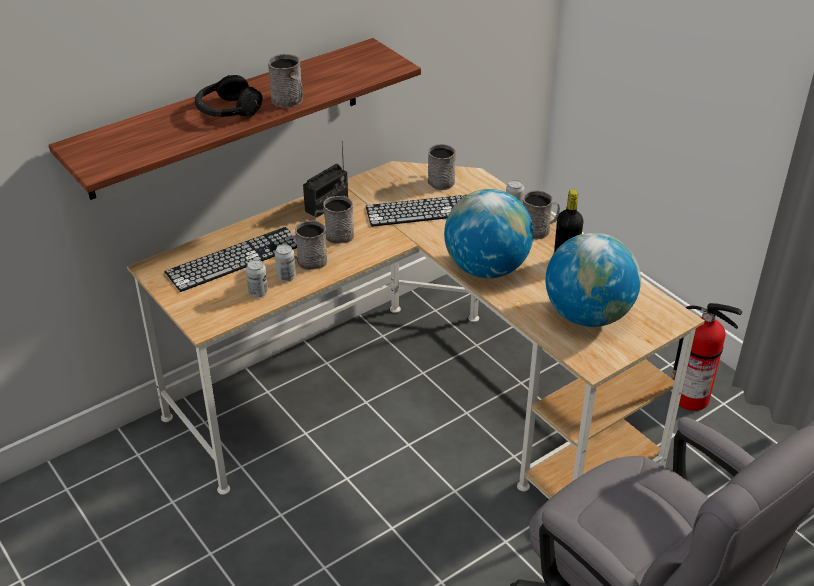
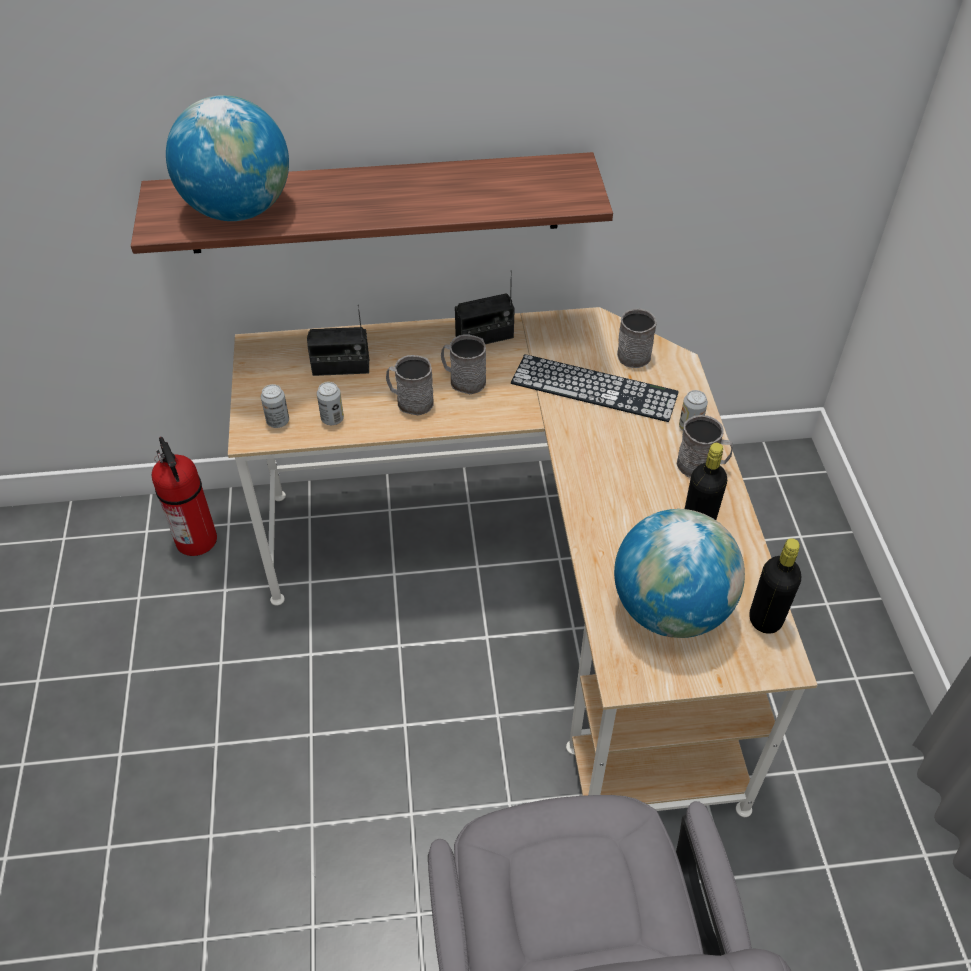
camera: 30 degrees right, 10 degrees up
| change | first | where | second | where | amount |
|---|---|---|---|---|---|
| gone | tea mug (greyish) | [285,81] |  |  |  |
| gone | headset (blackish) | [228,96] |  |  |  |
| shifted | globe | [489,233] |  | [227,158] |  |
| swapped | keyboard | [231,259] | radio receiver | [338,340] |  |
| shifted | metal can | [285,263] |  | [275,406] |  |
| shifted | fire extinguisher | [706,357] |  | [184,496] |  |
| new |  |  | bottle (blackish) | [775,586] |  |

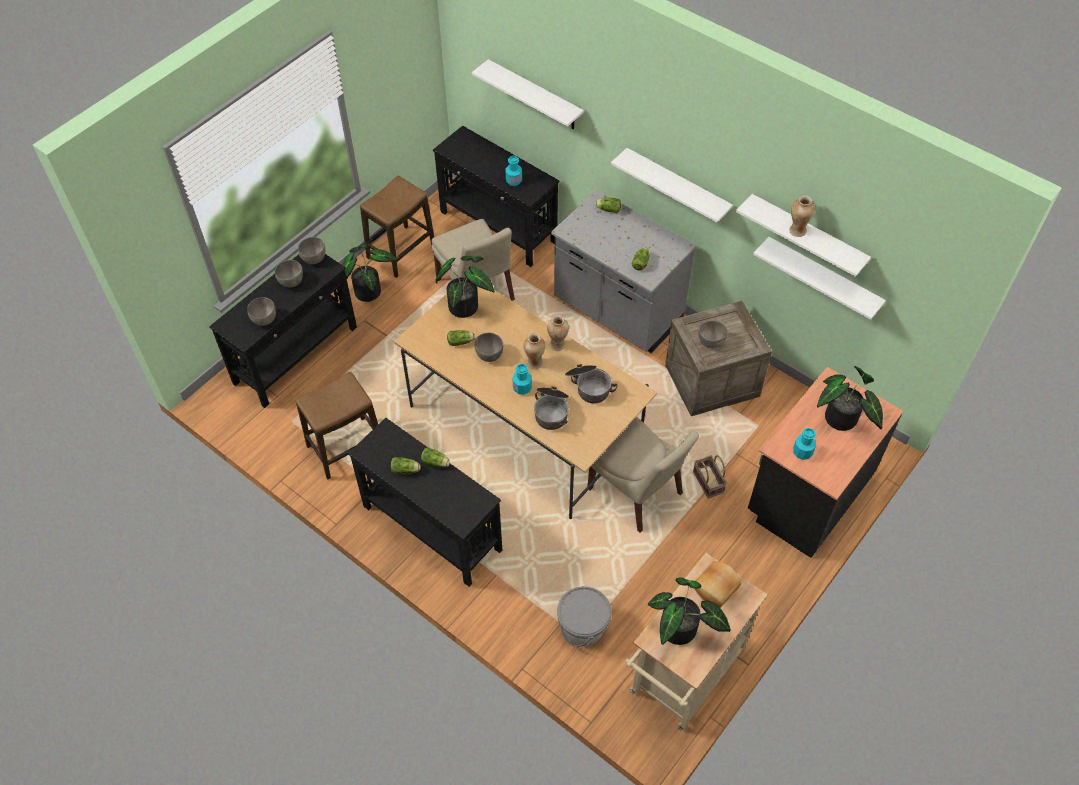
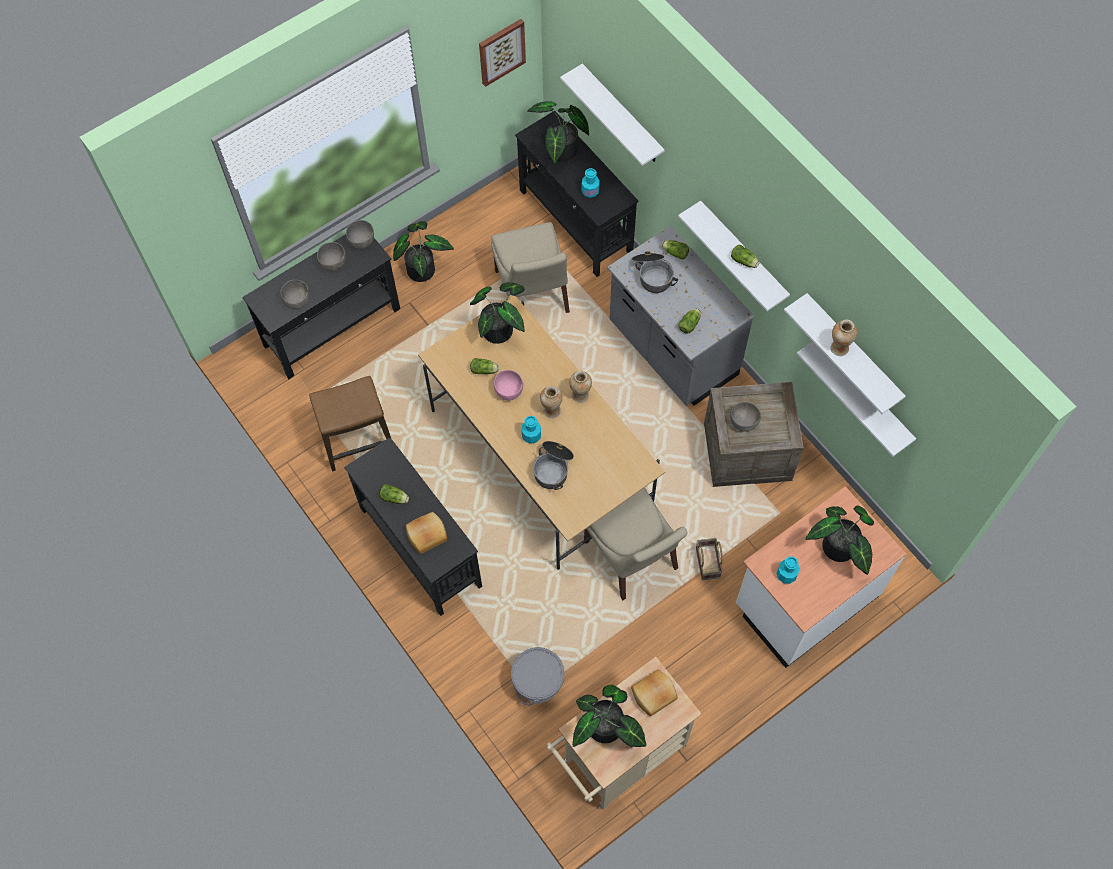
camera: 15 degrees right, 10 degrees up
| change | first | where | second | where | amount |
|---|---|---|---|---|---|
| gone | stool seat | [397,227] |  |  |  |
| repainted | deep dish (greyish) | [489,347] | deep dish (pink) | [508,385] |  |
| shifted | cooking pot | [591,383] |  | [655,272] |  |
| repainted | kitchen counter (blackish) | [825,462] | kitchen counter (white-coloured) | [821,577] |  |
| shifted | lettuce head | [435,457] |  | [745,256] |  |
| new |  |  | picture | [502,53] |  |
| new |  |  | houseplant | [558,133] |  |
| new |  |  | baked bread | [426,533] |  |

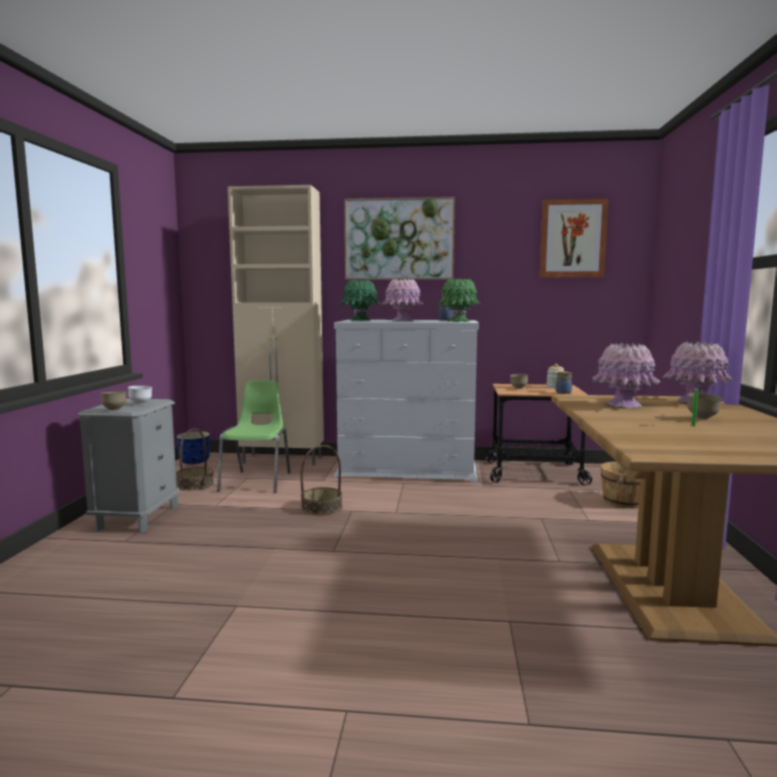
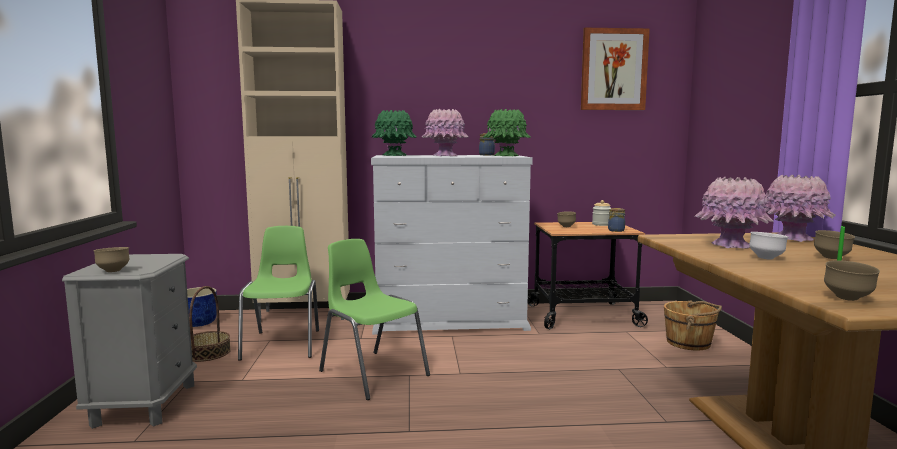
camera: 10 degrees left, 0 degrees up
| change | first | where | second | where | amount |
|---|---|---|---|---|---|
| gone | picture | [399,238] |  |  |  |
| shifted | deep dish (white-coloured) | [140,395] |  | [768,246] |  |
| swapped | basket | [321,480] | upright chair (green-coloured) | [374,319] |  |
| new |  |  | deep dish (brownish) | [852,280] |  |

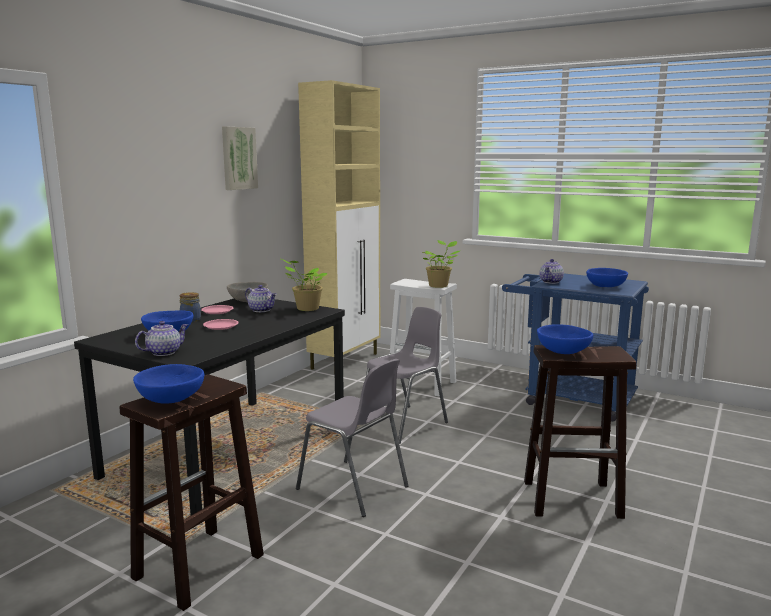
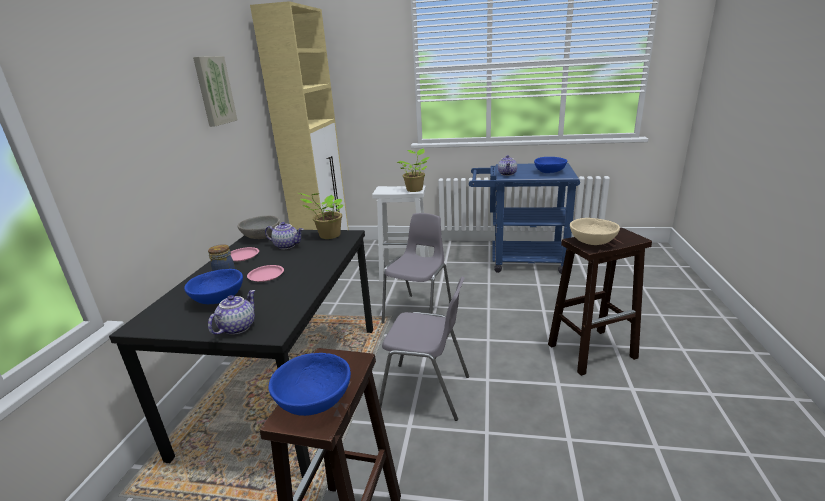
camera: 20 degrees left, 10 degrees up
| change | first | where | second | where | amount |
|---|---|---|---|---|---|
| repainted | deep dish (bluish) | [565,339] | deep dish (sand-coloured) | [595,231] |  |

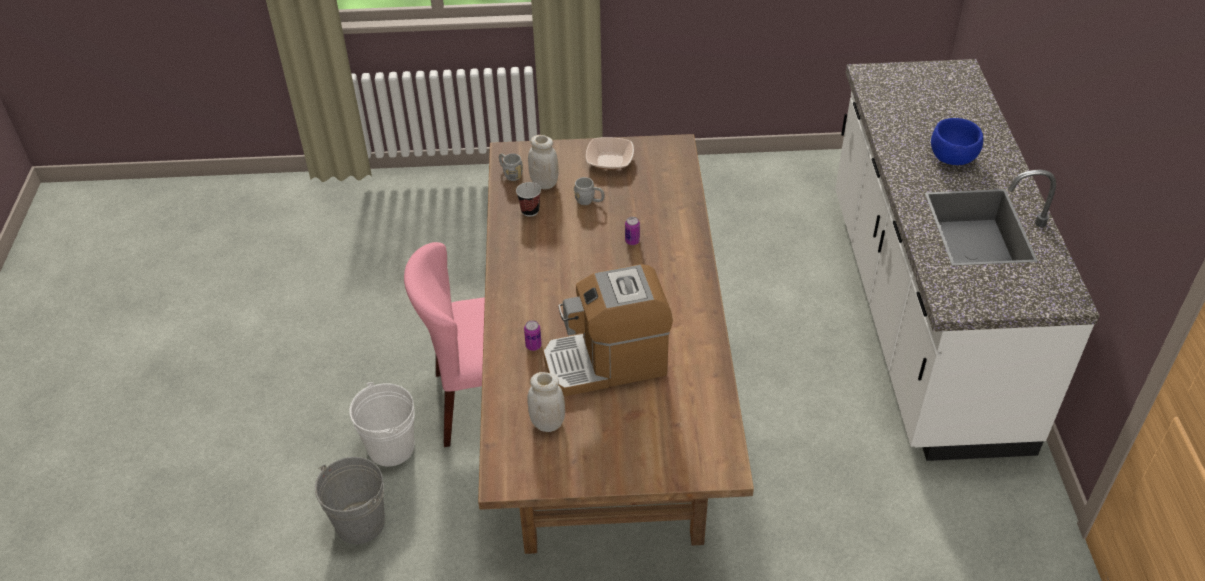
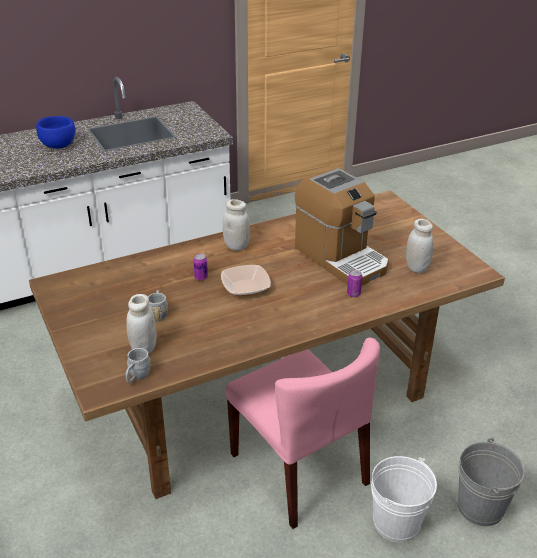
camera: 115 degrees left, 10 degrees down
| change | first | where | second | where | amount |
|---|---|---|---|---|---|
| shifted | deep dish | [610,153] |  | [246,280] |  |
| gone | drinking cup | [528,199] |  |  |  |
| new |  |  | jar (white-coloured) | [236,225] |  |

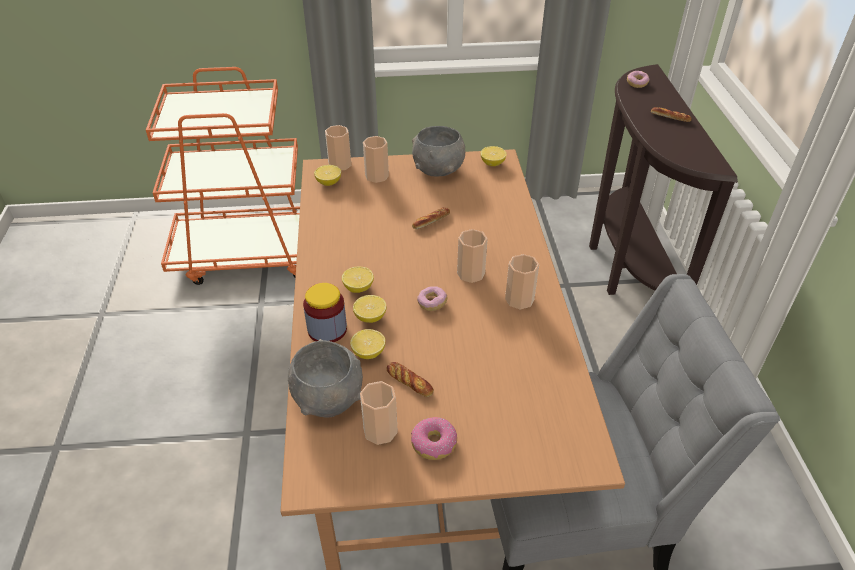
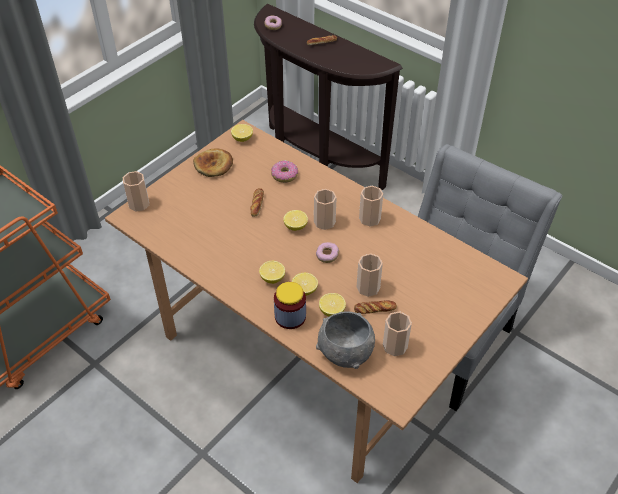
camera: 45 degrees left, 5 degrees up
| change | first | where | second | where | amount |
|---|---|---|---|---|---|
| swapped | deep dish (greyish) | [438,151] | baked bread | [213,162] |  |
| shifted | drinking cup | [376,159] |  | [370,275] |  |
| shifted | whole lemon | [327,175] |  | [295,220] |  |
| shifted | doughnut | [434,438] |  | [284,171] |  |

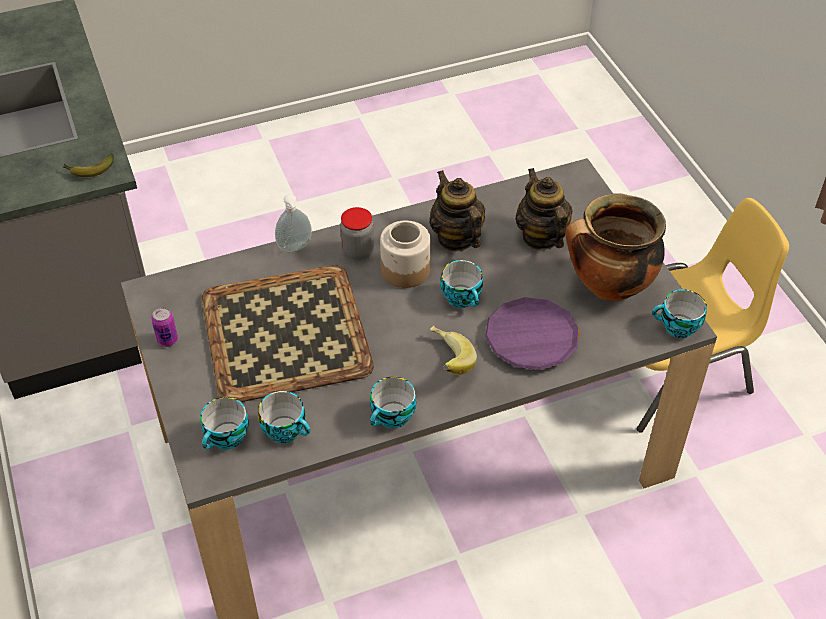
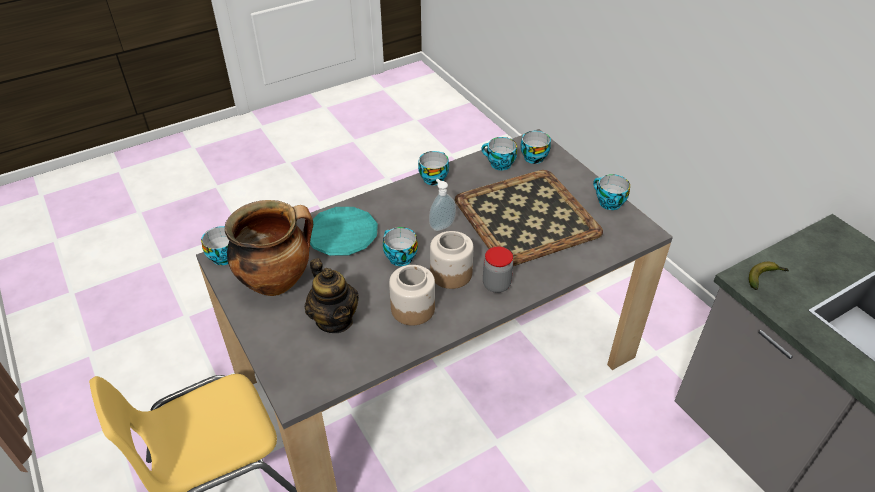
camera: 170 degrees right, 5 degrees down
| change | first | where | second | where | amount |
|---|---|---|---|---|---|
| swapped | teapot | [457,210] | jar | [412,295] |  |
| shifted | soap bottle | [293,223] |  | [442,205] |  |
| repainted | plate (purple-coloured) | [532,333] | plate (turquoise-coloured) | [344,231] |  |
| swapped | metal can | [164,327] | drinking cup | [611,192] |  |
| gone | whole banana | [453,350] |  |  |  |

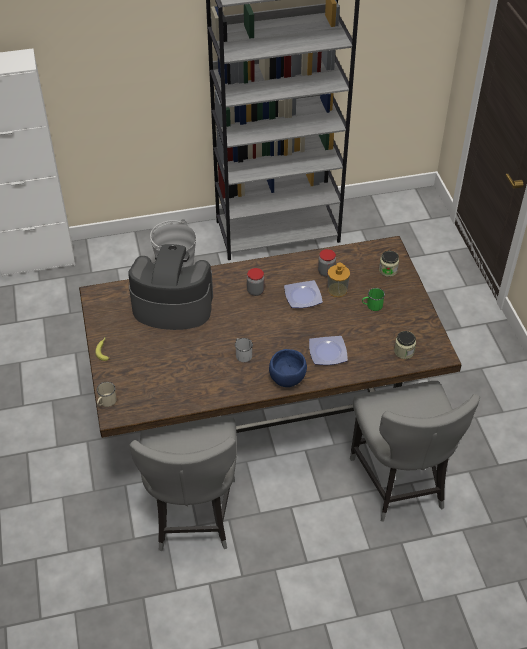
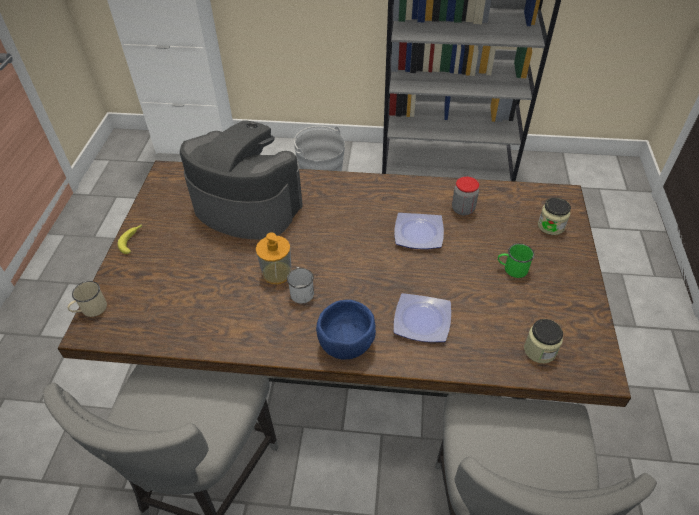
camera: 20 degrees right, 0 degrees up
| change | first | where | second | where | amount |
|---|---|---|---|---|---|
| shifted | soap bottle | [339,279] |  | [273,258] |  |
| gone | jar | [256,282] |  |  |  |

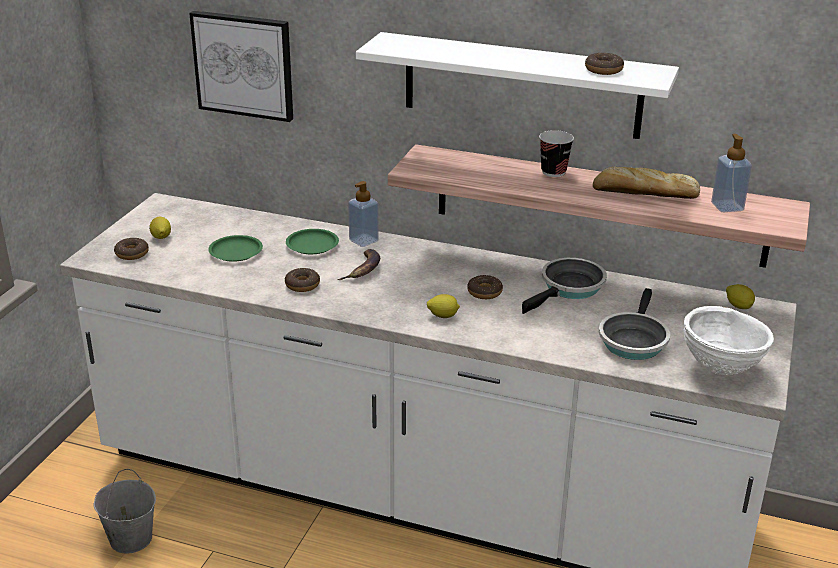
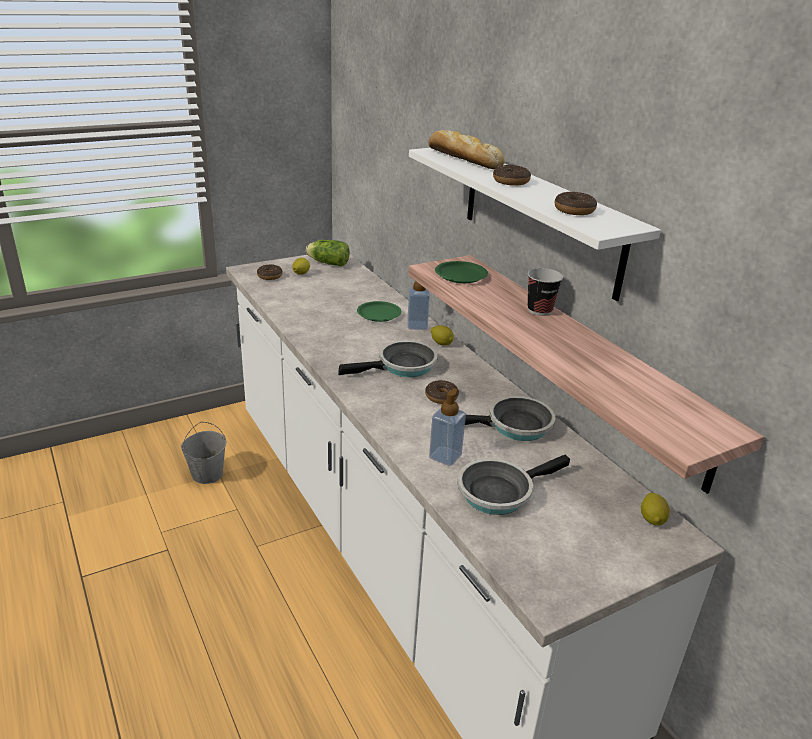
camera: 40 degrees right, 0 degrees up
| change | first | where | second | where | amount |
|---|---|---|---|---|---|
| gone | picture | [241,66] |  |  |  |
| shifted | soap bottle | [731,173] |  | [447,427] |  |
| shifted | baked bread | [646,183] |  | [466,149] |  |
| shifted | plate (green-coloured) | [235,248] |  | [461,272] |  |
| gone | whole banana | [359,264] |  |  |  |
| shifted | doughnut | [302,280] |  | [512,175] |  |
| shifted | whole lemon | [443,306] |  | [442,335] |  |
| gone | deep dish (white-coloured) | [729,340] |  |  |  |
| new |  |  | lettuce head | [328,253] |  |
| new |  |  | skillet | [387,358] |  |

